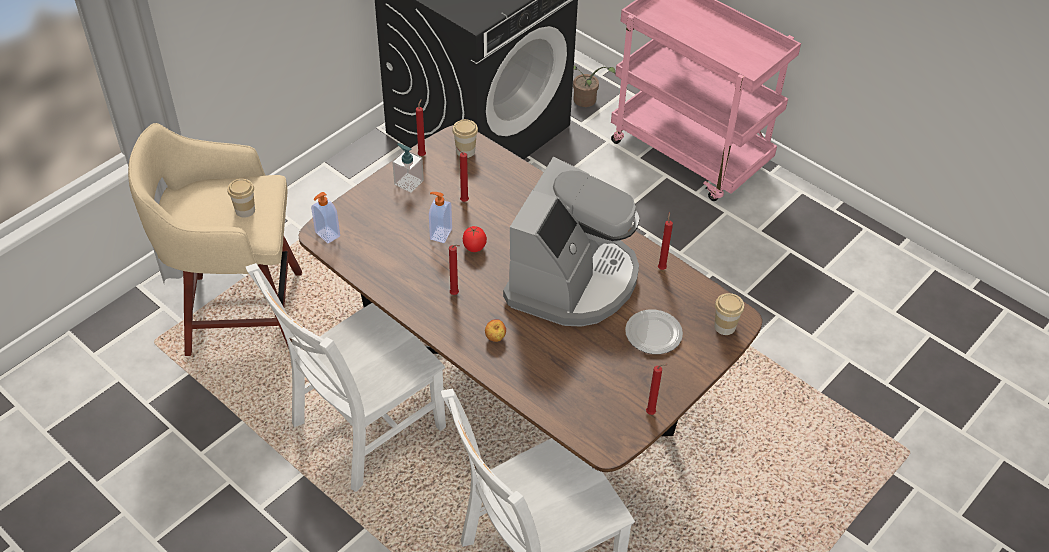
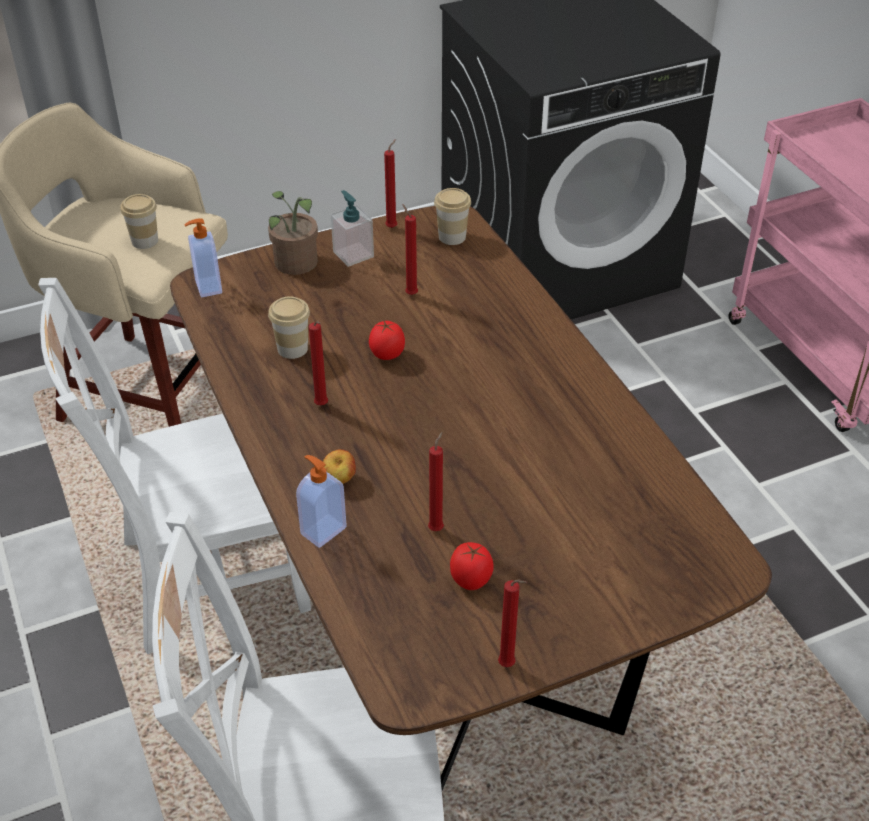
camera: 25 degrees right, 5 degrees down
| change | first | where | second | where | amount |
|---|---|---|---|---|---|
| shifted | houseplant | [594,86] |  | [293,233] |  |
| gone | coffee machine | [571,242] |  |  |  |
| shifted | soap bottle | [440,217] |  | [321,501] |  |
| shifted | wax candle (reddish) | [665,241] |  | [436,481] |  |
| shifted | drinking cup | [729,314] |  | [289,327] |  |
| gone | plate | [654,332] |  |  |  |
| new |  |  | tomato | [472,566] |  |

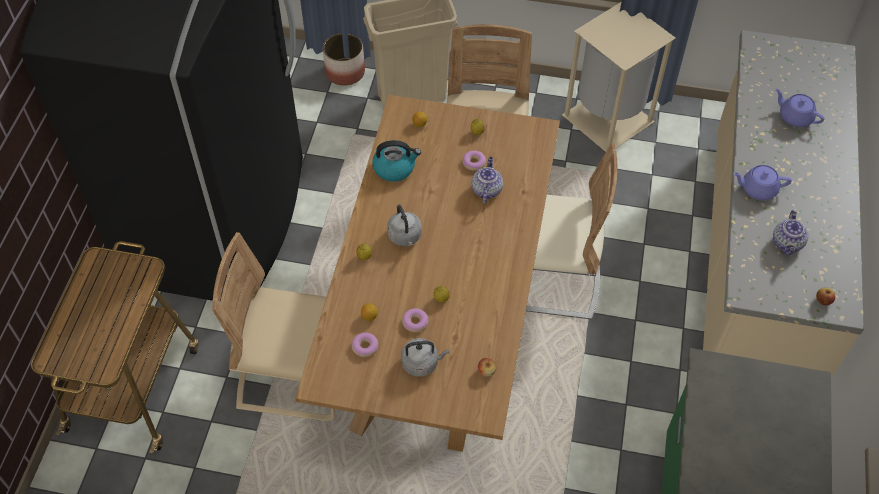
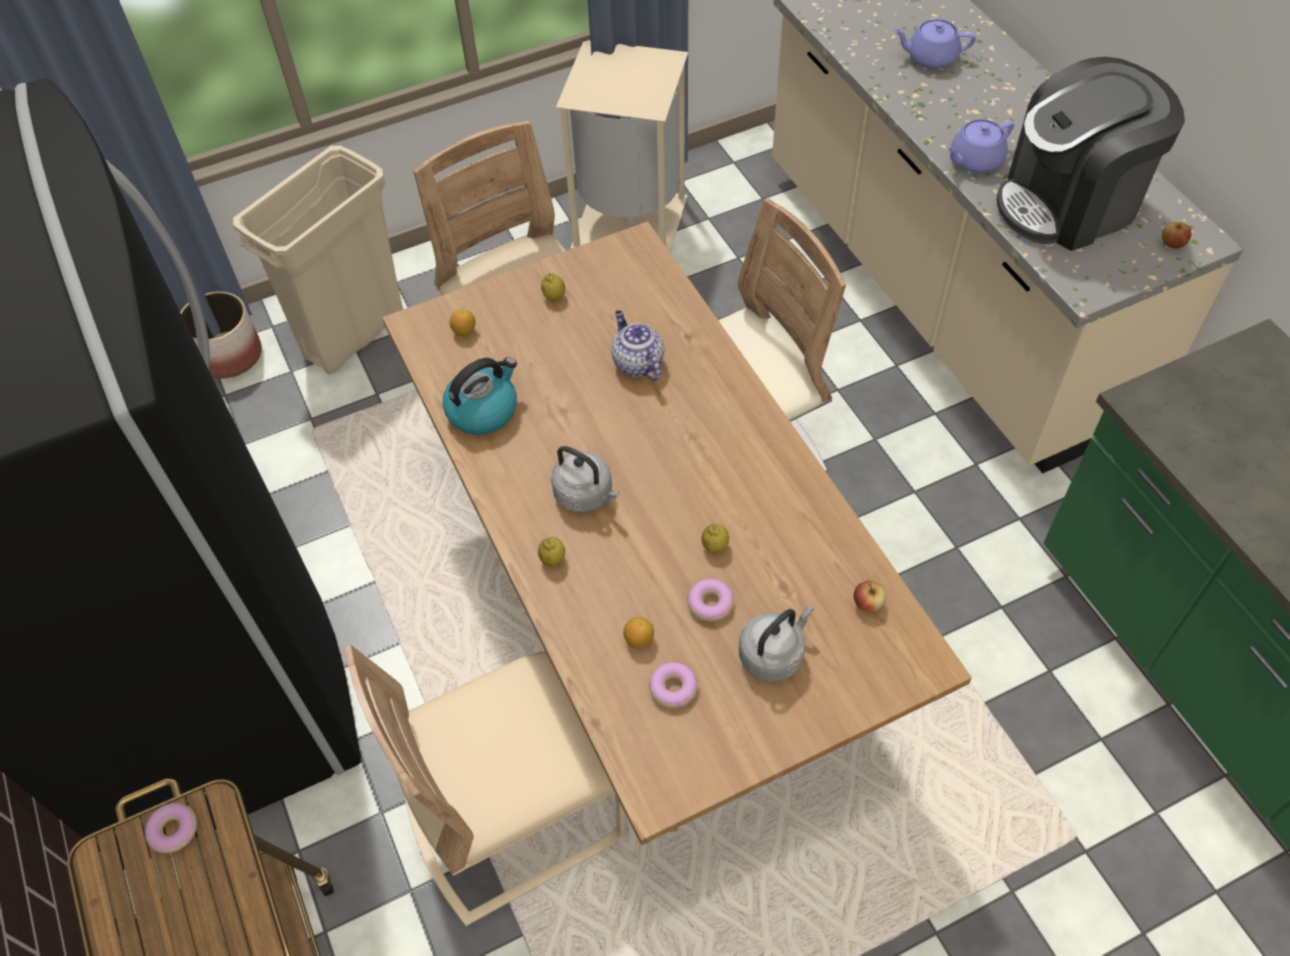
camera: 35 degrees left, 0 degrees up
| change | first | where | second | where | amount |
|---|---|---|---|---|---|
| shifted | doughnut | [474,161] |  | [171,828] |  |
| swapped | teapot | [790,233] | coffee machine | [1091,153] |  |

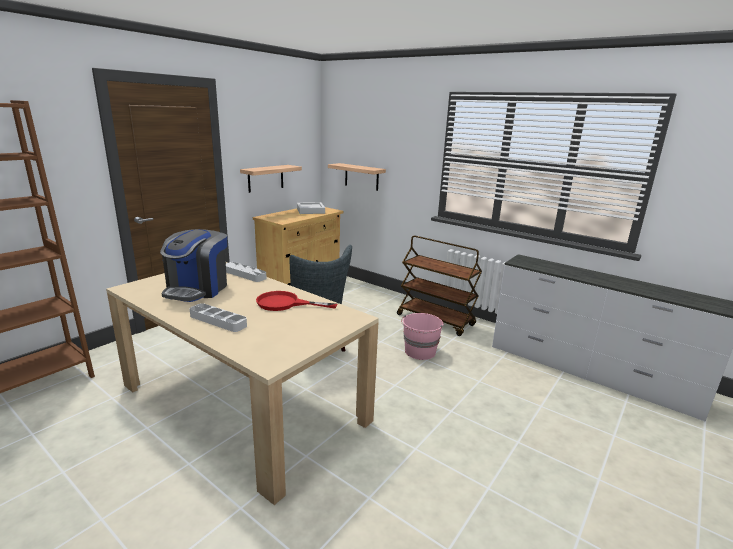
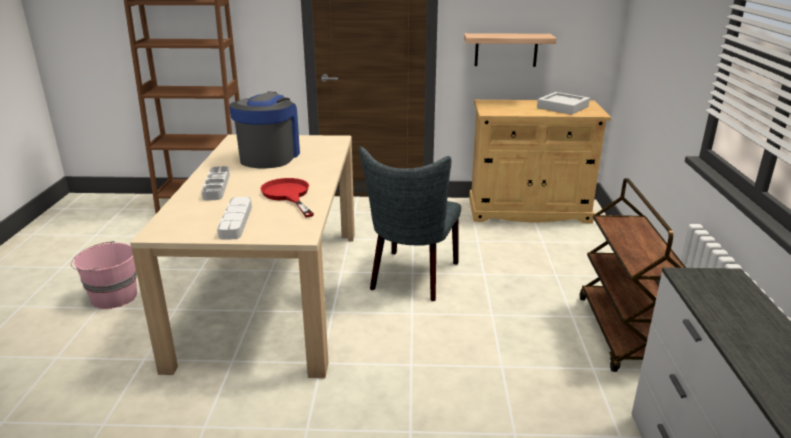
camera: 55 degrees right, 5 degrees up
| change | first | where | second | where | amount |
|---|---|---|---|---|---|
| gone | shelf | [357,177] |  |  |  |
| rotated | coffee machine | [193,265] |  | [264,130] | 120 degrees clockwise |
| shifted | tray (greyish) | [246,272] |  | [234,218] |  |
| shifted | pail (pink) | [422,336] |  | [104,275] |  |

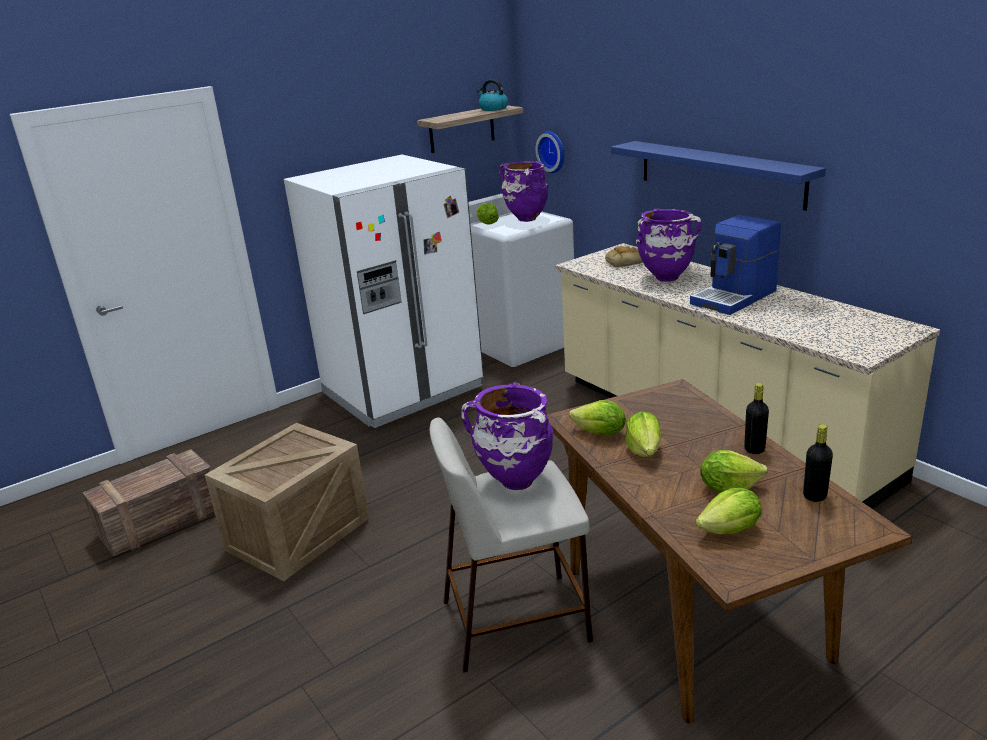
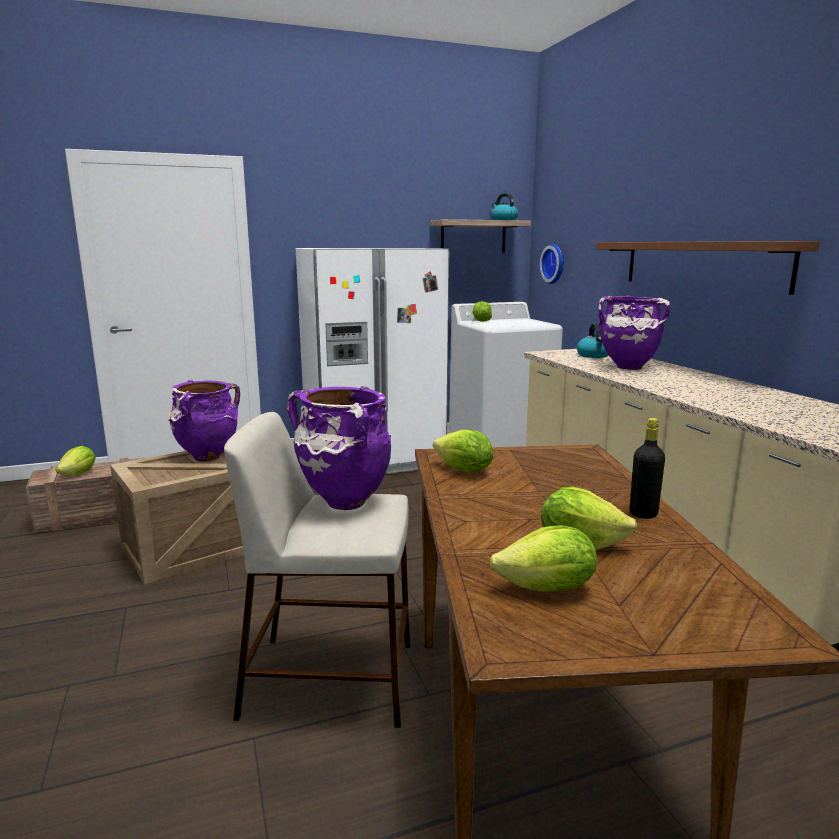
camera: 15 degrees right, 10 degrees down
| change | first | where | second | where | amount |
|---|---|---|---|---|---|
| repainted | shelf (bluish) | [718,176] | shelf (brownish) | [707,268] |  |
| shifted | vase (purple-coloured) | [524,191] |  | [204,421] |  |
| gone | coffee machine | [735,265] |  |  |  |
| swapped | baked bread | [624,256] | water kettle | [592,340] |  |
| shifted | lettuce head | [643,434] |  | [75,461] |  |
| gone | bottle (blackish) | [818,463] |  |  |  |

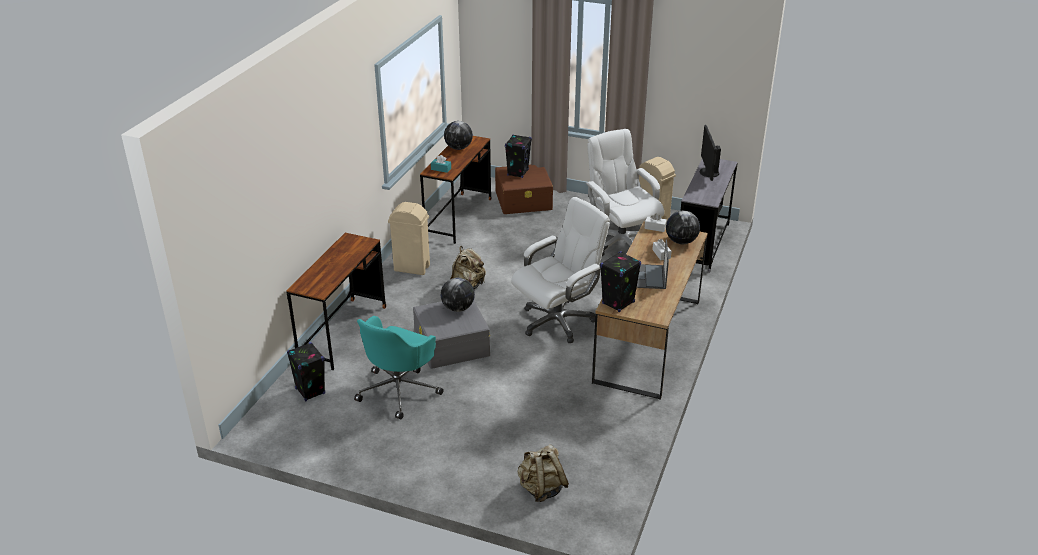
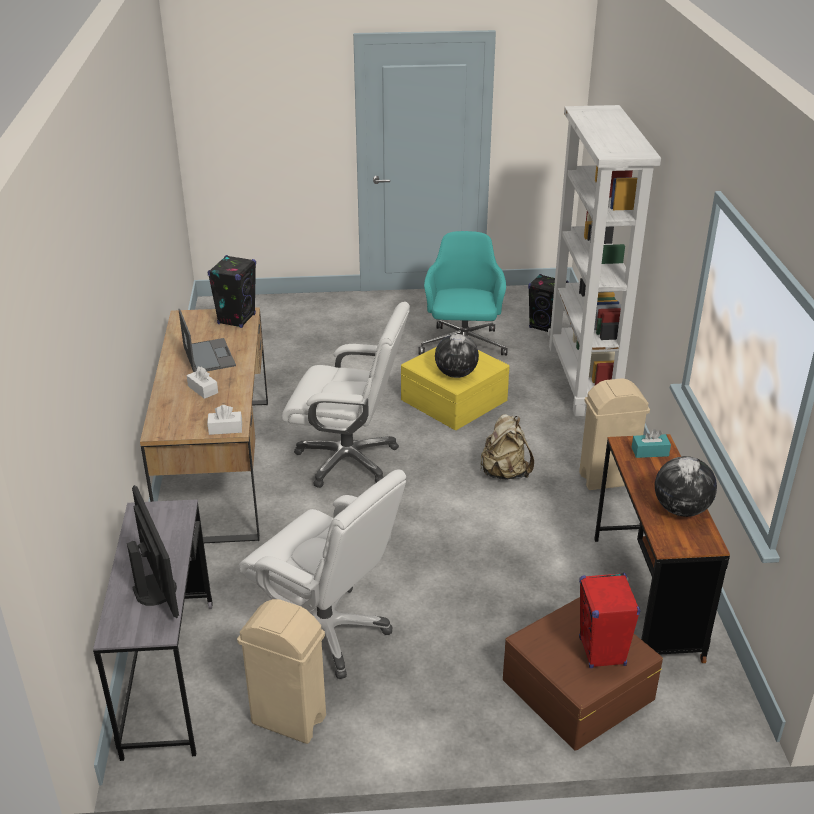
camera: 155 degrees right, 0 degrees up
| change | first | where | second | where | amount |
|---|---|---|---|---|---|
| repainted | speaker (blackish) | [518,156] | speaker (reddish) | [610,620] |  |
| rotated | office chair (white-coloured) | [560,270] |  | [346,395] | 105 degrees counterclockwise |
| gone | globe | [683,227] |  |  |  |
| swapped | desk unit (brownish) | [336,301] | bookcase (white-coloured) | [604,260] |  |
| repainted | storage bin (greyish) | [451,335] | storage bin (yellow) | [455,388] |  |
| gone | backpack (sand-coloured) | [543,473] |  |  |  |

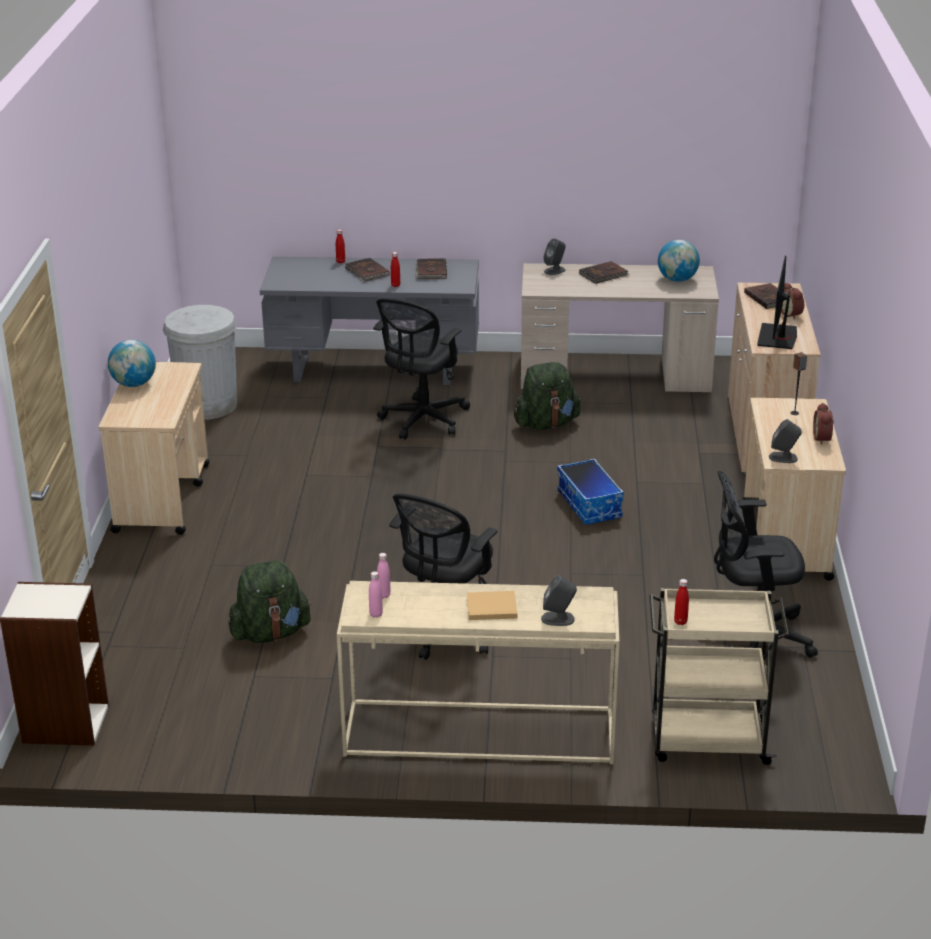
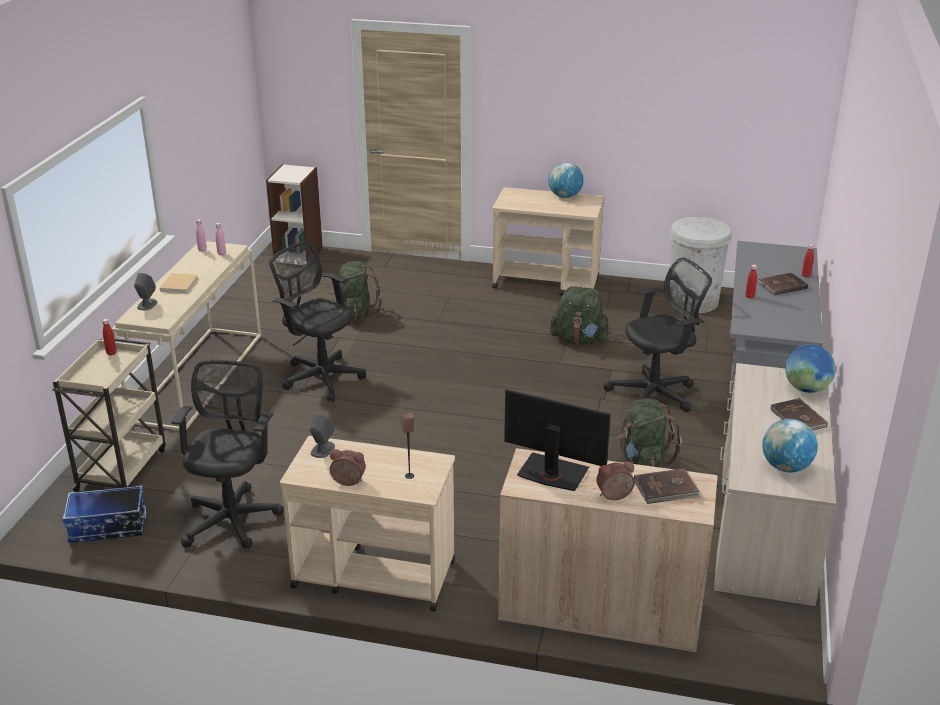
camera: 100 degrees right, 0 degrees up
| change | first | where | second | where | amount |
|---|---|---|---|---|---|
| swapped | speaker (greyish) | [554,256] | globe | [810,368] |  |
| gone | bound book (brownish) | [431,268] |  |  |  |
| rotated | office chair (blackish) | [421,369] |  | [658,335] | 120 degrees clockwise |
| shifted | storage bin | [590,491] |  | [104,514] |  |
| new |  |  | backpack (green-coloured) | [580,315] |  |

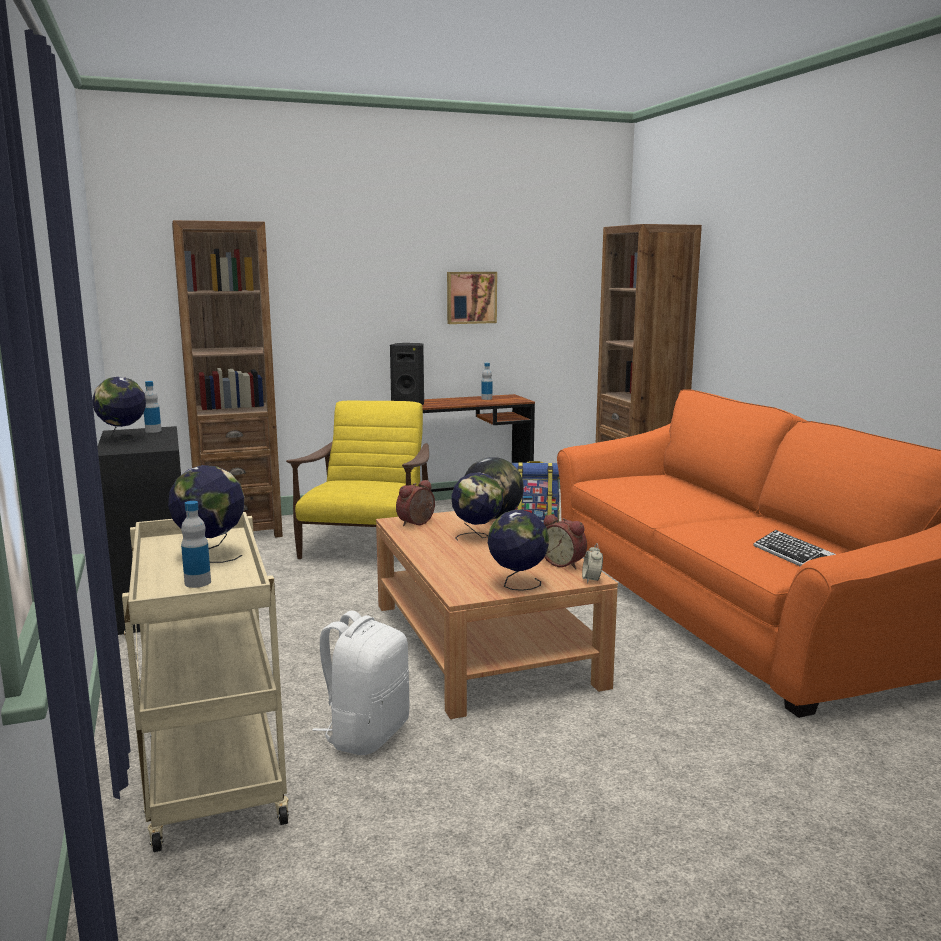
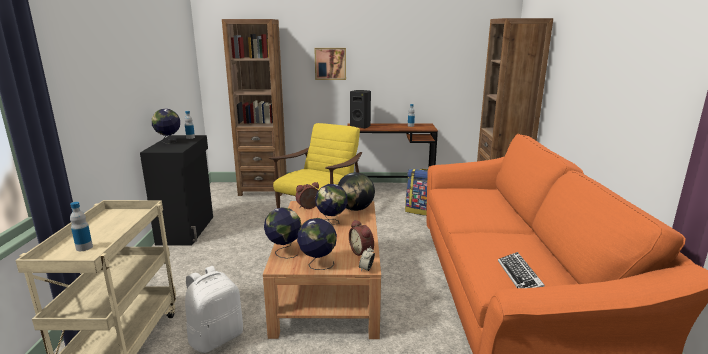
camera: 20 degrees right, 5 degrees up
| change | first | where | second | where | amount |
|---|---|---|---|---|---|
| shifted | picture | [472,298] |  | [330,64] |  |
| shifted | globe | [206,514] |  | [283,233] |  |

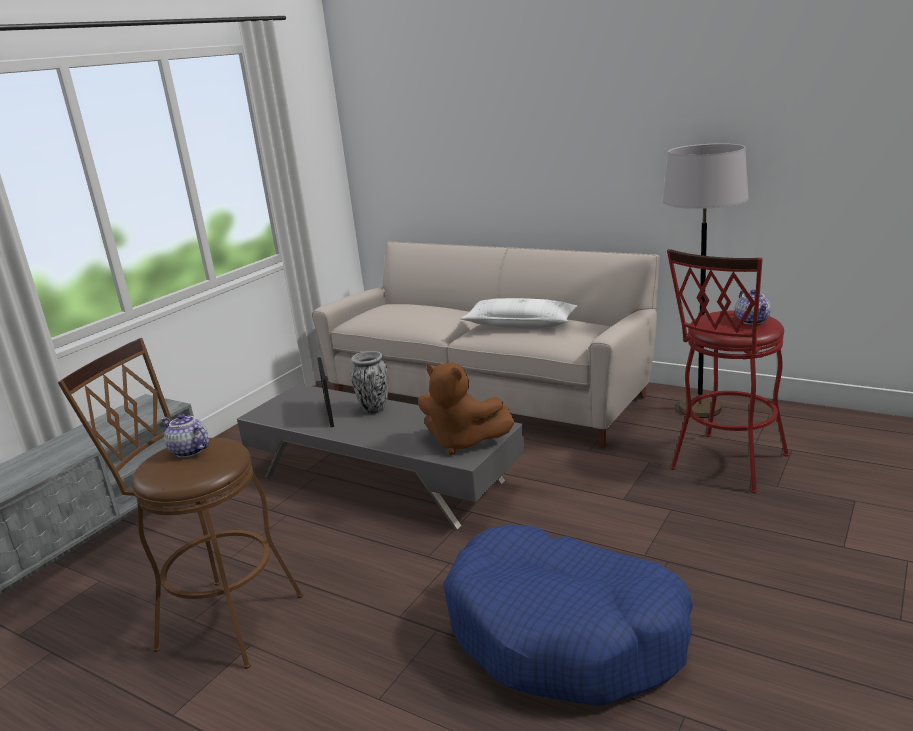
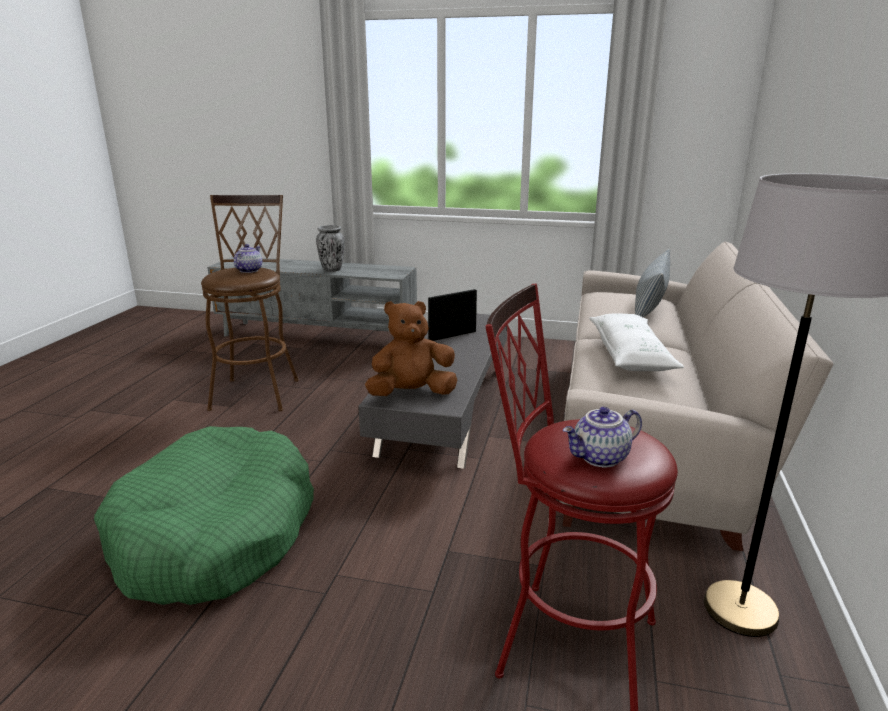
camera: 70 degrees right, 0 degrees up
| change | first | where | second | where | amount |
|---|---|---|---|---|---|
| shifted | vase | [369,382] |  | [330,248] |  |
| rotated | plush toy (brownish) | [466,408] |  | [411,348] | 60 degrees clockwise |
| repainted | dog cushion (bluish) | [568,615] | dog cushion (green-coloured) | [204,515] |  |
| new |  |  | cushion | [652,283] |  |

